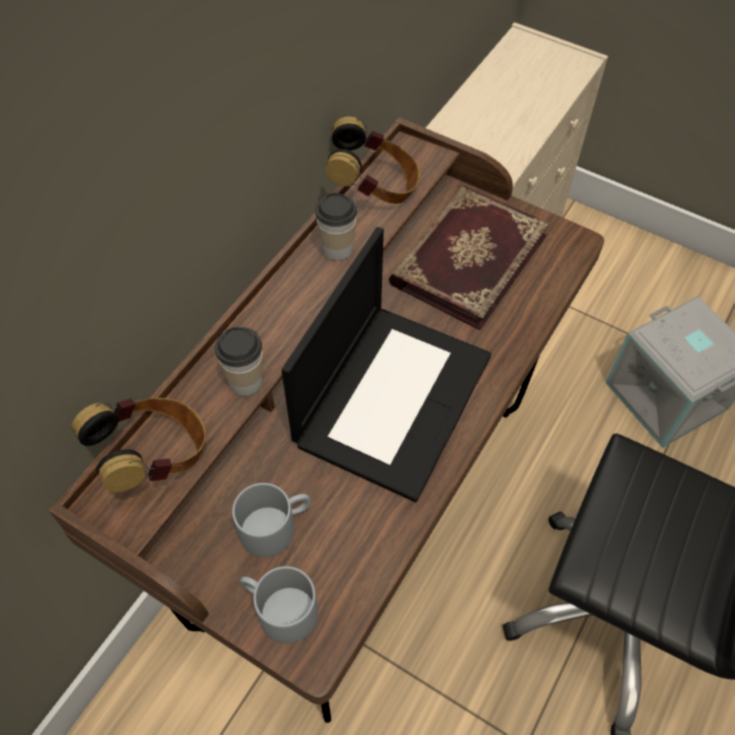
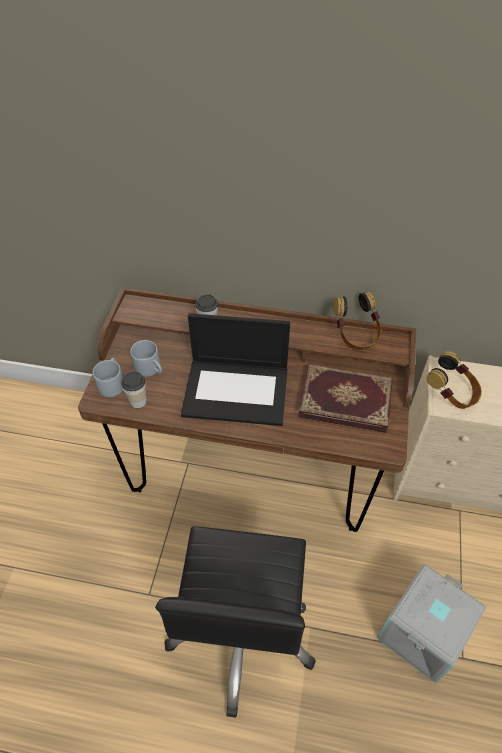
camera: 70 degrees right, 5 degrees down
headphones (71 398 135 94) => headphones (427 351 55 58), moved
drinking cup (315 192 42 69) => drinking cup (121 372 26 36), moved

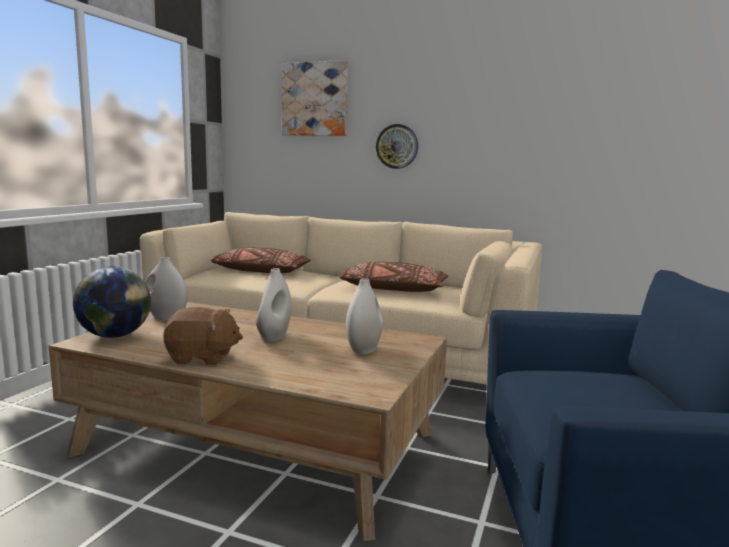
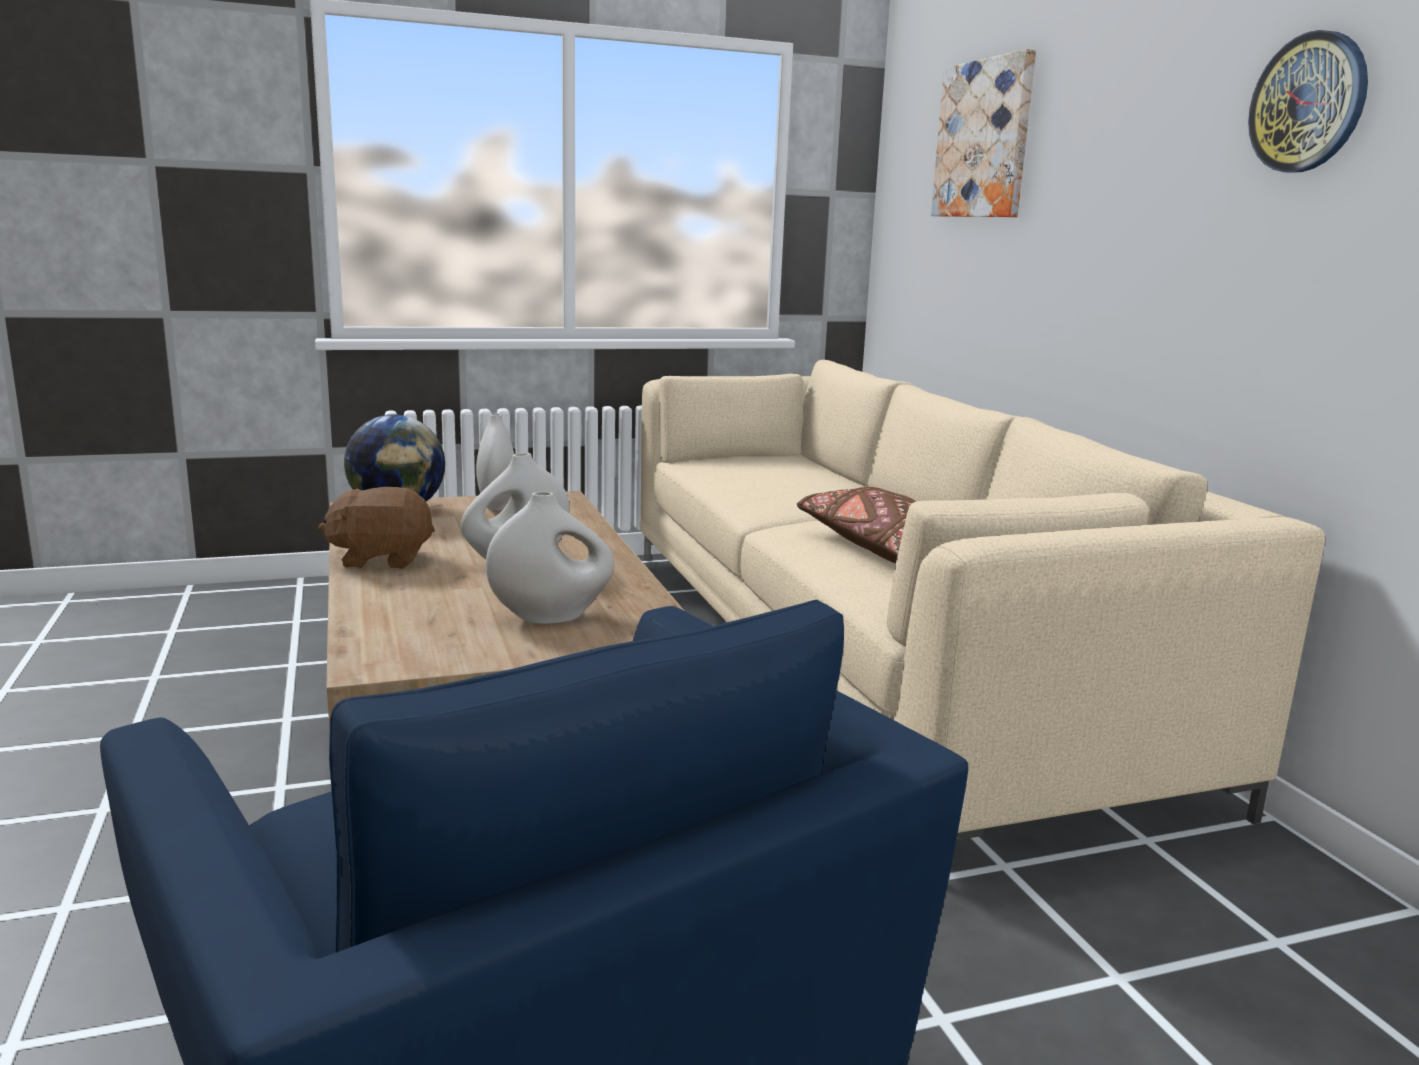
camera: 50 degrees right, 5 degrees up
brown-coloured throw pillow (211 247 100 26) => nothing
hanging clock (376 124 42 45) => hanging clock (1248 30 120 143), moved
brown-coloured soft toy (163 307 80 58) => brown-coloured soft toy (318 487 117 82), 120 degrees clockwise

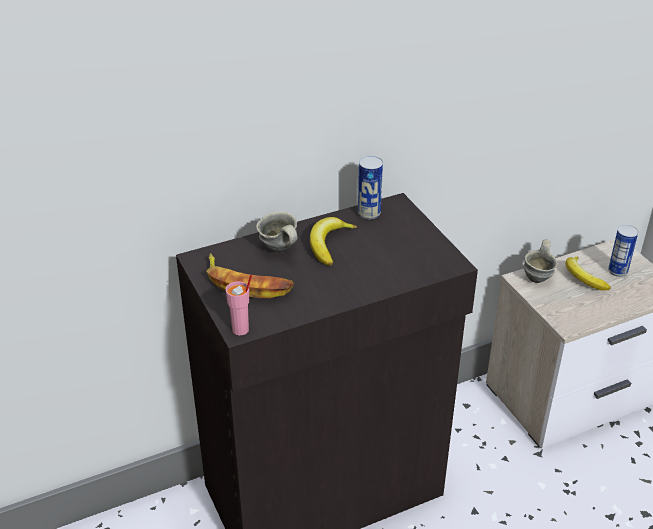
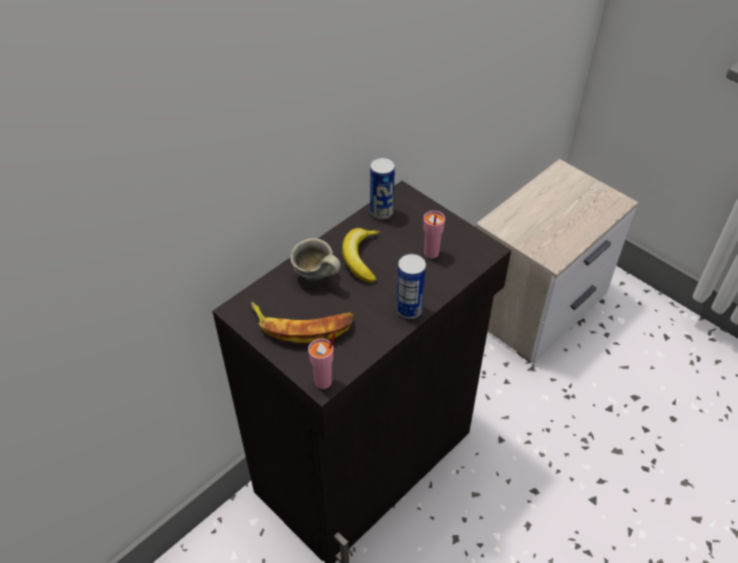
camera: 20 degrees left, 10 degrees up
grey coffee mug (524 239 34 44) => nothing
whole banana (566 257 45 34) => nothing
nothing => pinkish drinking cup (423 211 22 47)
metal can (608 225 30 52) => metal can (396 254 30 65), moved

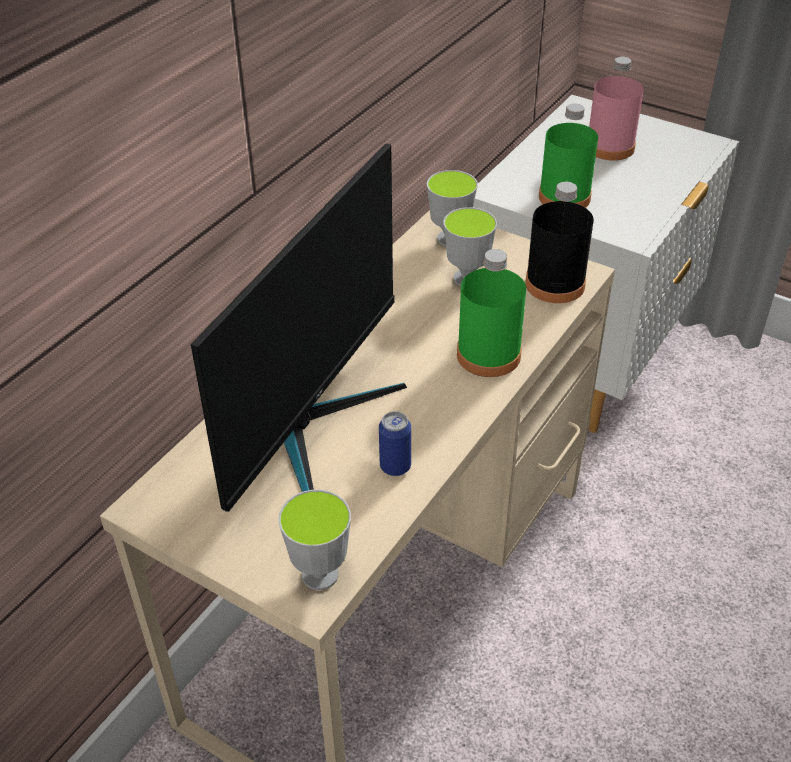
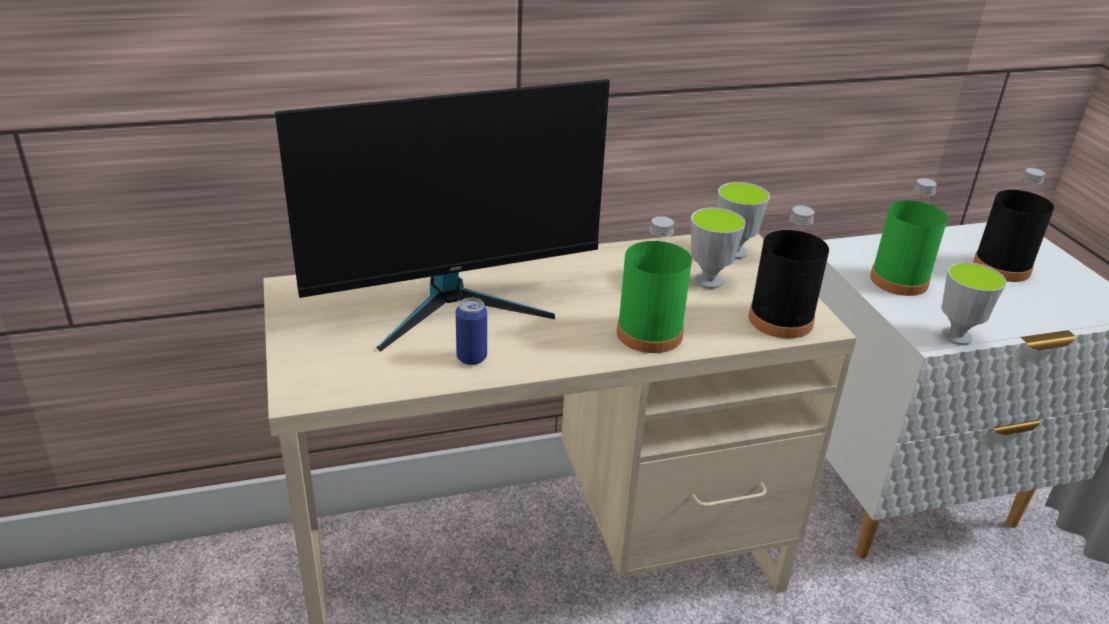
camera: 40 degrees right, 10 degrees down
drinking cup (278 490 73 100) => drinking cup (941 262 66 83), moved
pinkish bottle (589 57 55 103) => black-coloured bottle (973 168 81 114)

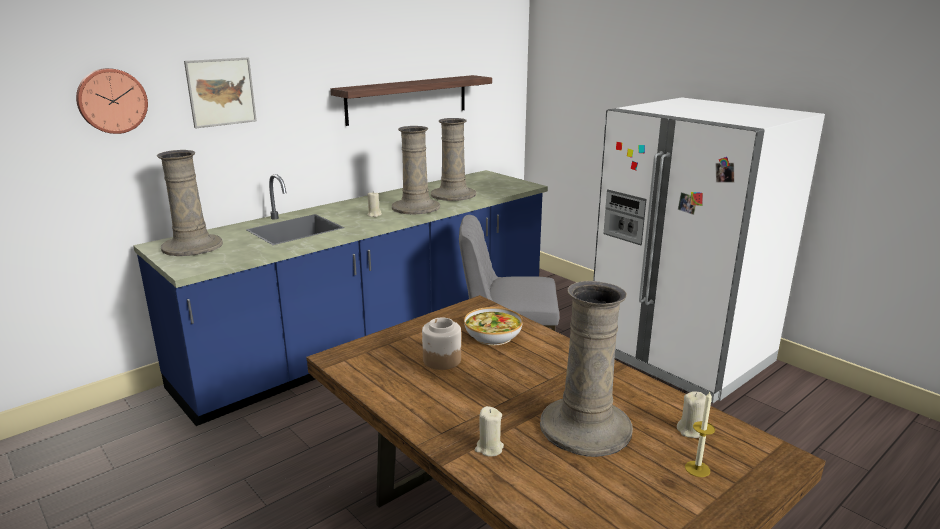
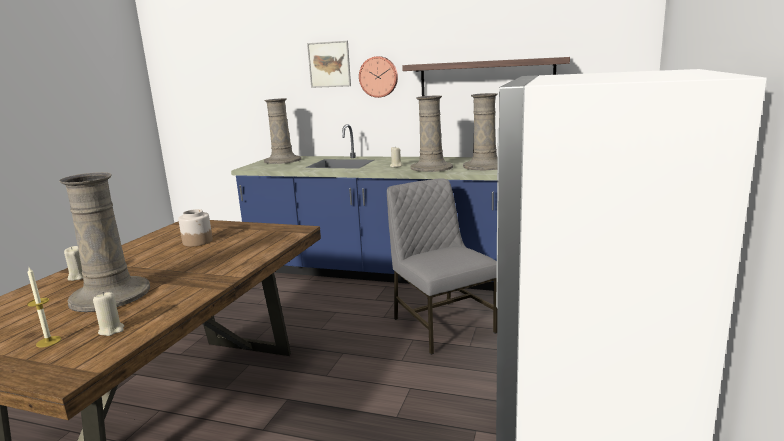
camera: 60 degrees right, 5 degrees down
bowl (464 307 59 38) => nothing
hanging clock (76 68 72 66) => hanging clock (359 56 39 42), moved

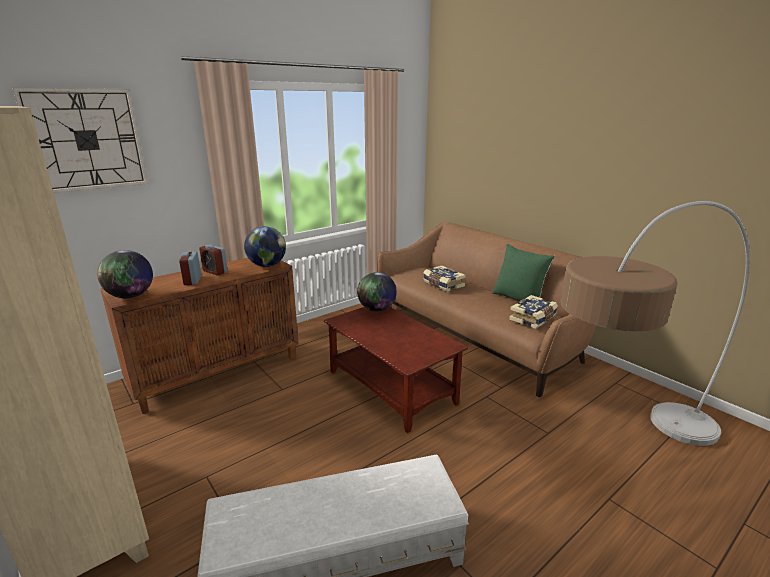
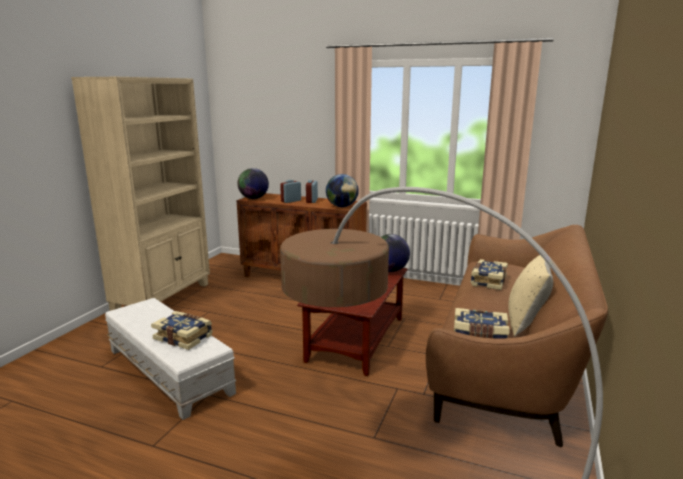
camera: 60 degrees right, 5 degrees down
hanging clock (12 87 136 106) => nothing
nothing => book (151 311 62 39)
green-coloured throw pillow (492 244 63 57) => sand-coloured throw pillow (508 255 45 81)

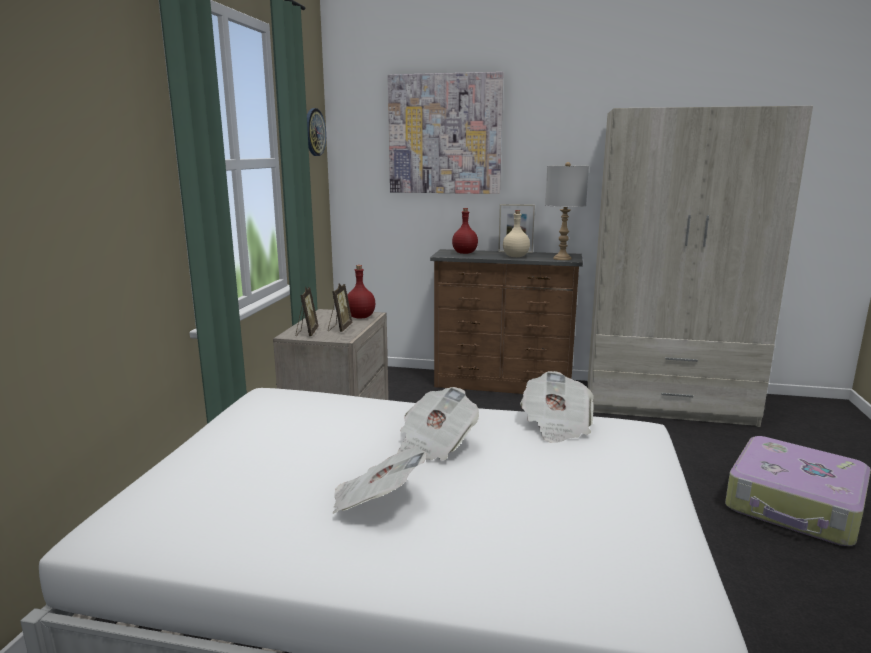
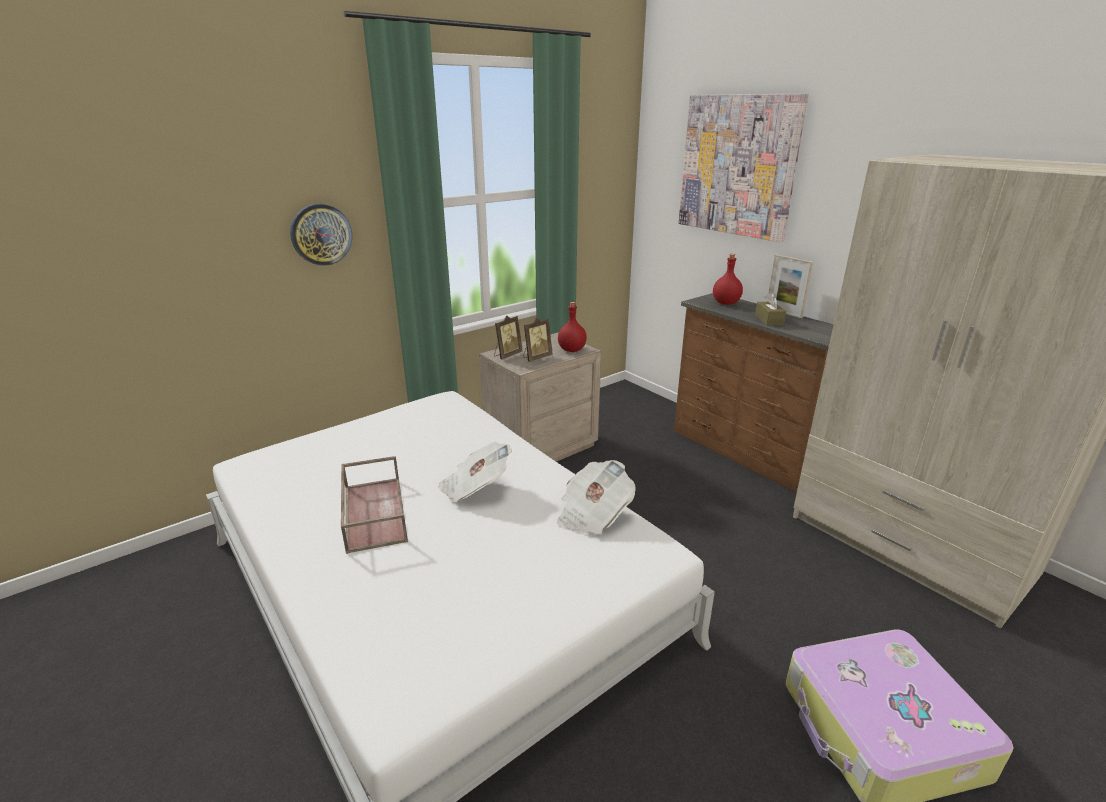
camera: 40 degrees right, 10 degrees up
grey table lamp (545 162 44 98) => nothing
hanging clock (307 108 19 48) => hanging clock (290 204 62 62), moved
newspaper (332 446 94 68) => brown-coloured tray (341 456 67 98)
sand-coloured bottle (503 210 27 47) => brown-coloured tissue holder (755 293 31 32)

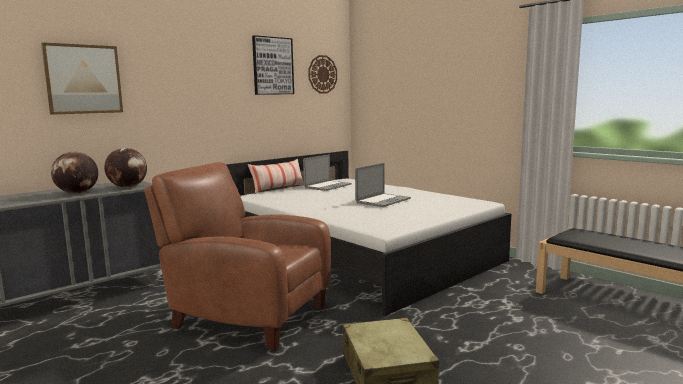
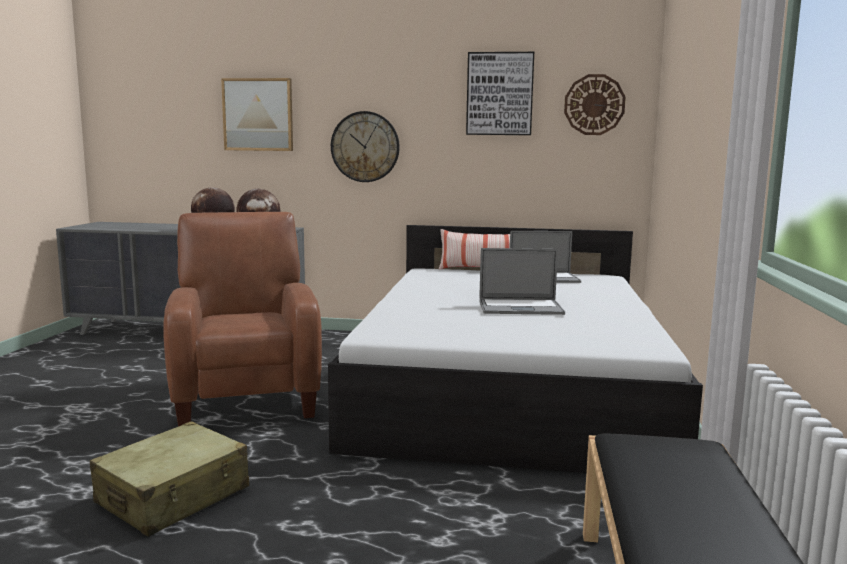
camera: 50 degrees right, 0 degrees up
nothing => hanging clock (331 111 69 71)

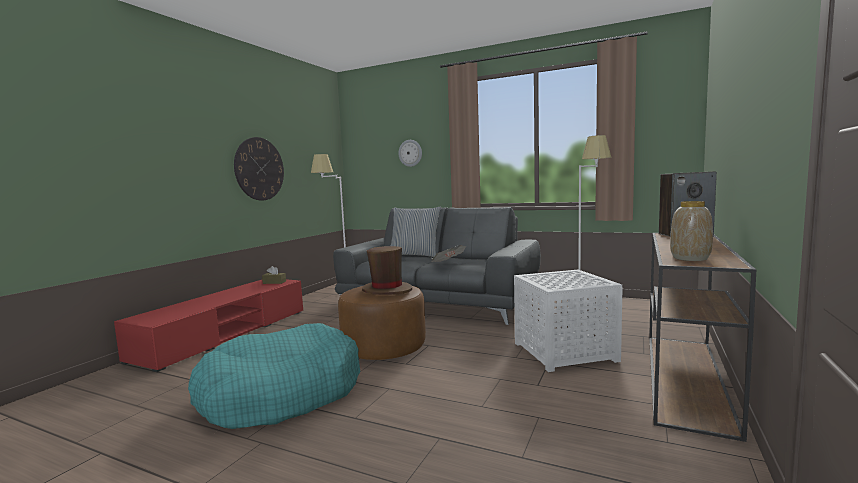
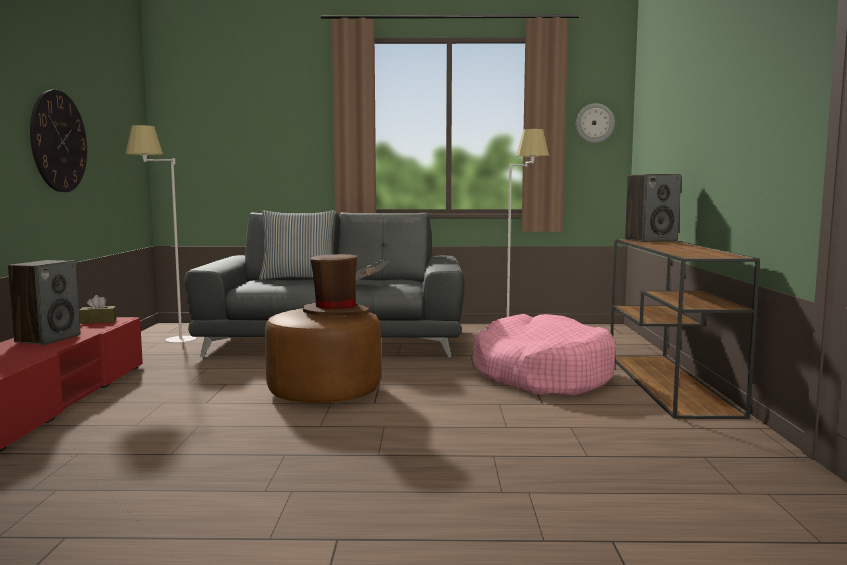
camera: 25 degrees left, 0 degrees up
turquoise-coloured dog cushion (188 323 173 106) => nothing
vase (670 201 43 60) => nothing
nothing => speaker (8 260 73 85)
hanging clock (398 140 24 27) => hanging clock (576 103 39 40), moved
white end table (514 270 109 102) => pinkish dog cushion (473 314 143 82)

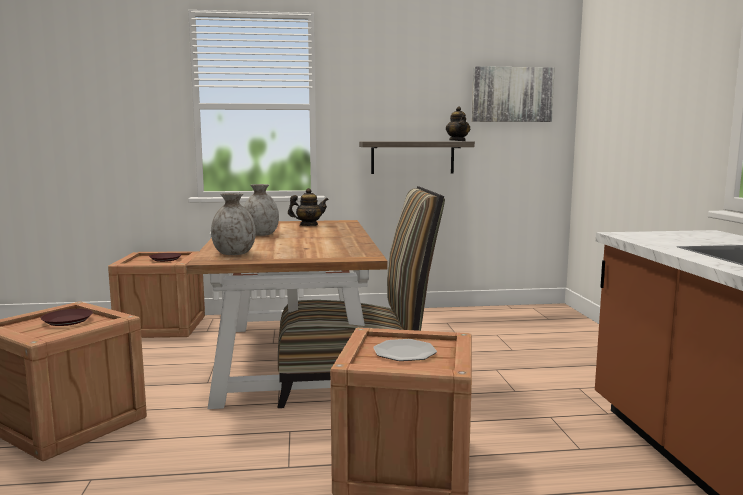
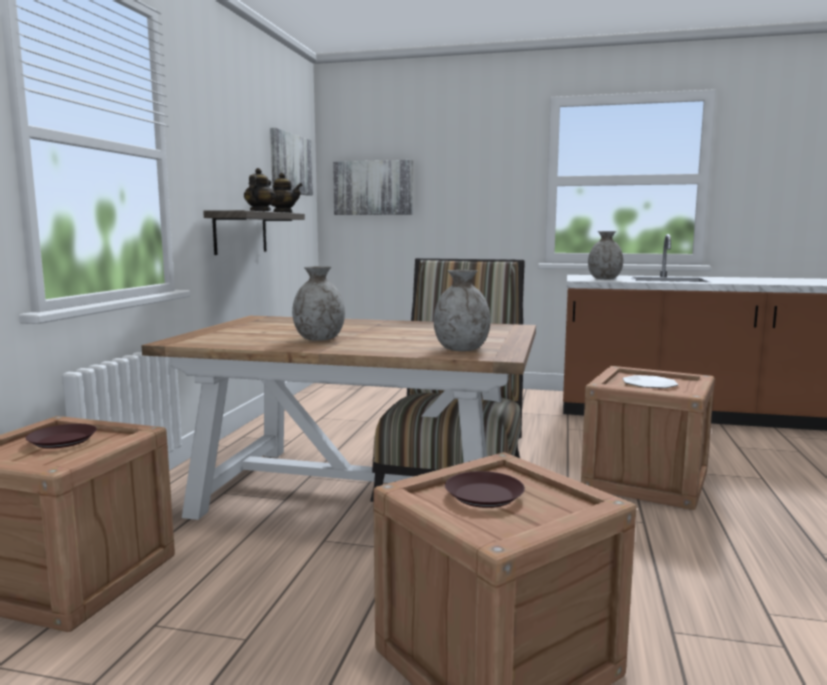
camera: 70 degrees left, 0 degrees up
nothing => wall art (333 160 80 55)
nothing => grey vase (588 231 35 48)
tea pot (288 188 41 38) => tea pot (244 168 31 43), moved

